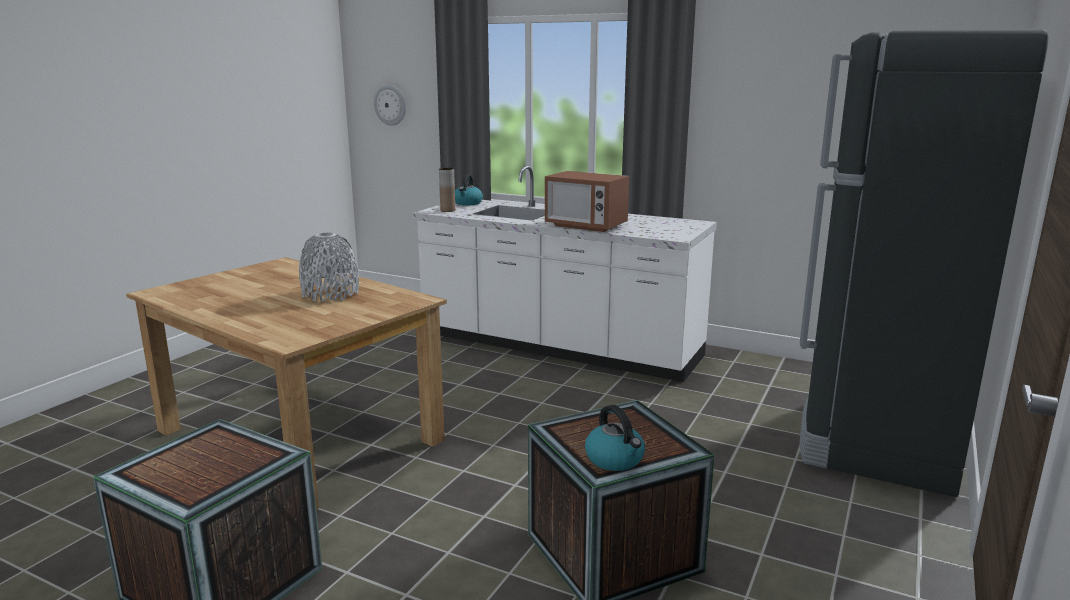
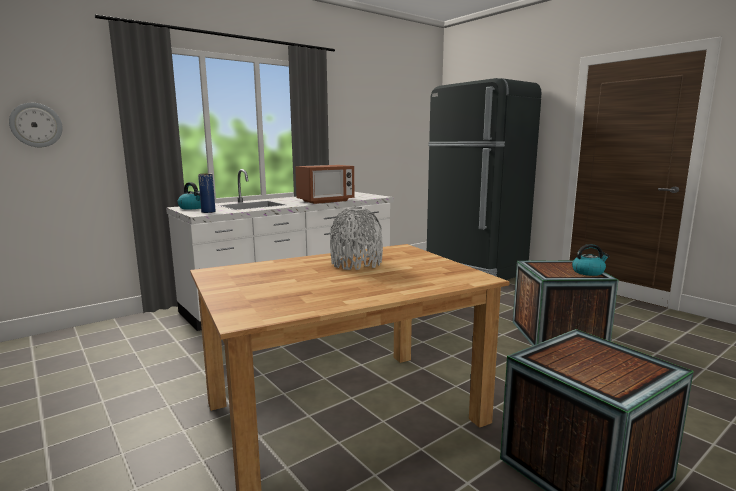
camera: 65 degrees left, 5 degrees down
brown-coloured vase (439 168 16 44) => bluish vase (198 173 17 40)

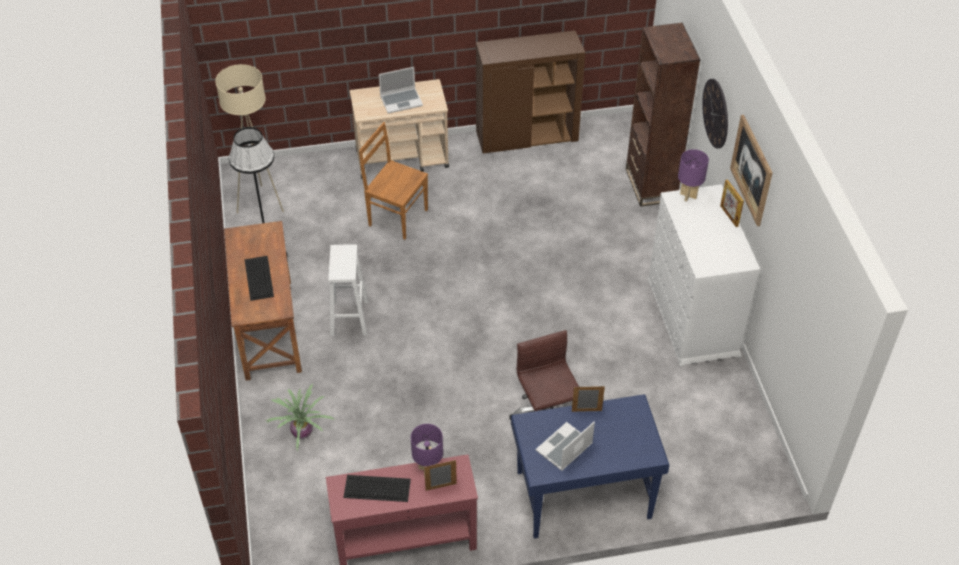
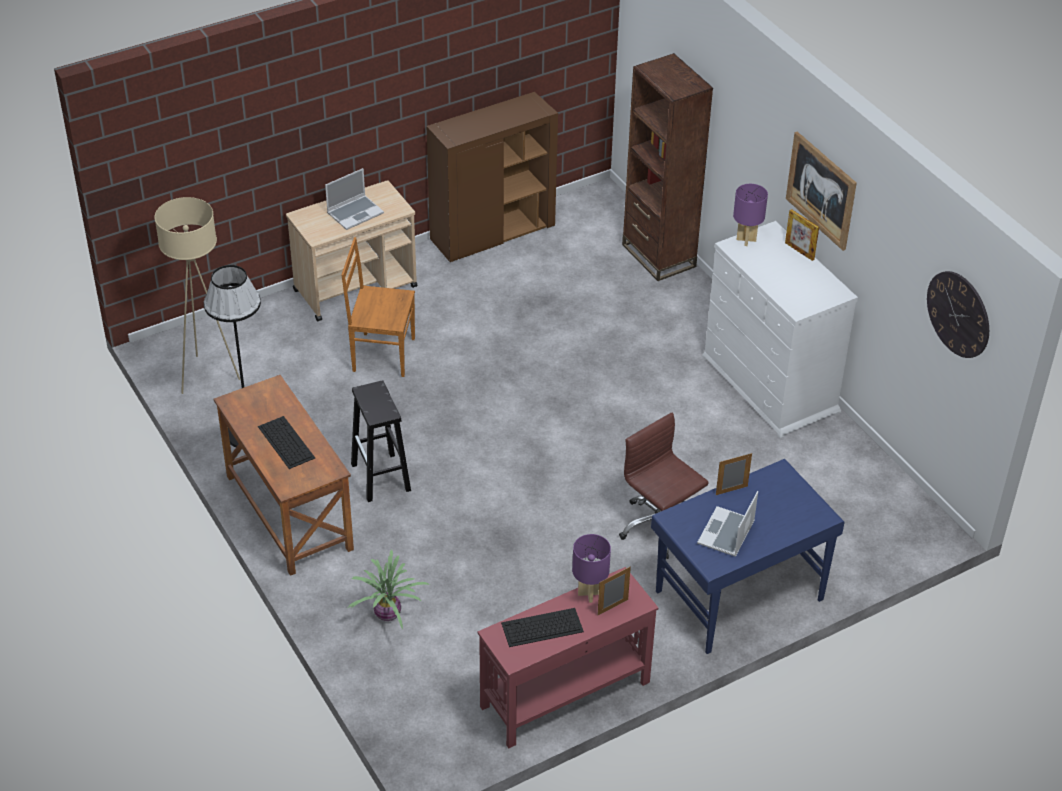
camera: 20 degrees left, 5 degrees down
hanging clock (702 79 26 70) => hanging clock (927 271 62 87), moved
white sitting stool (328 244 40 92) => black-coloured sitting stool (351 380 60 122)

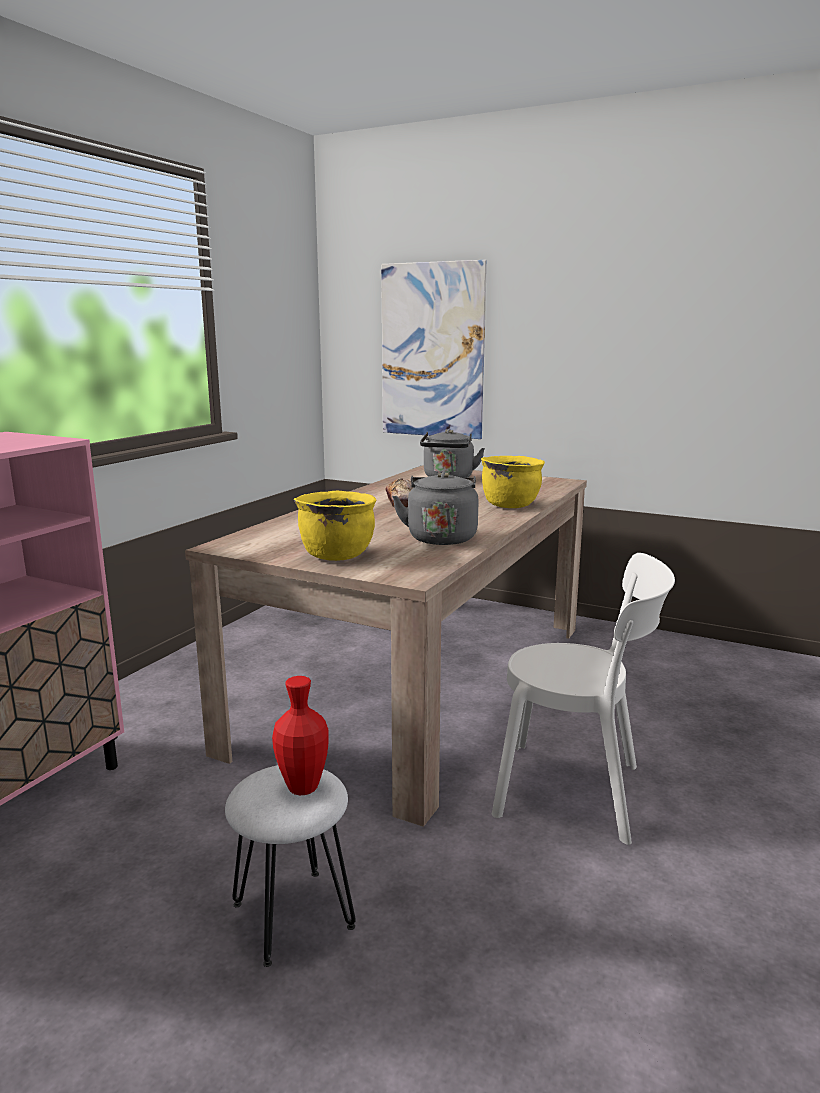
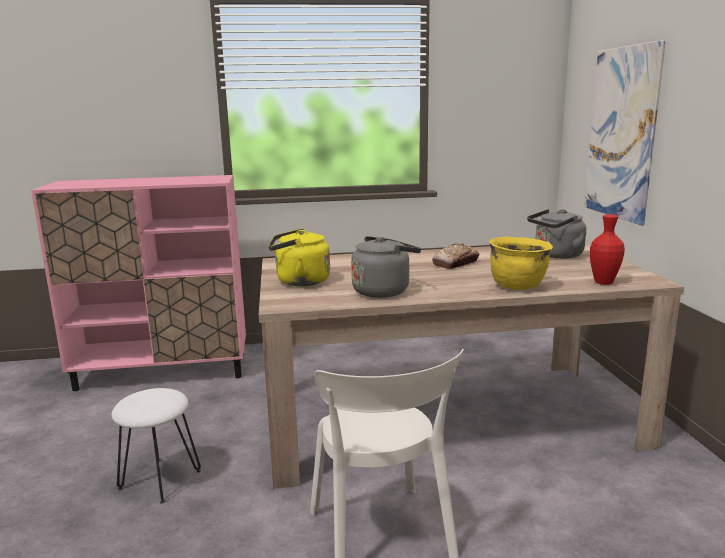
camera: 55 degrees right, 0 degrees up
red vase (272 676 57 119) => red vase (590 214 35 71), moved
yellowish stockpot (294 491 83 70) => yellowish kettle (268 229 62 57)

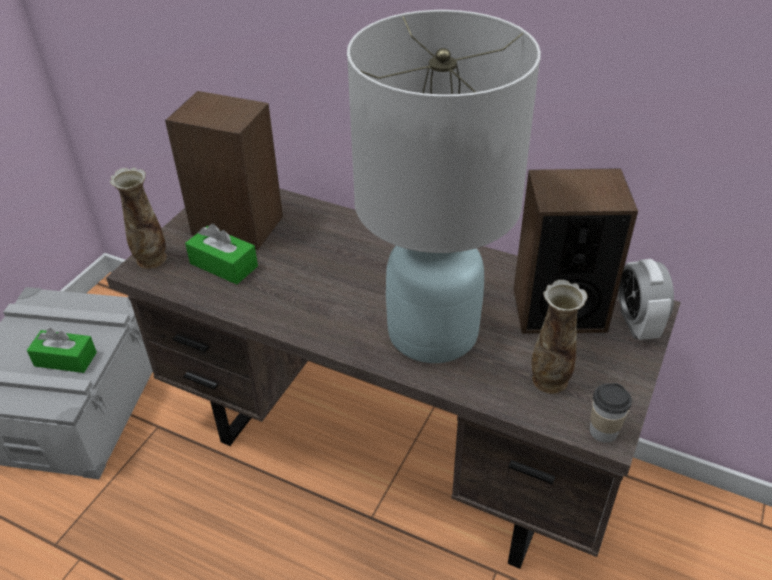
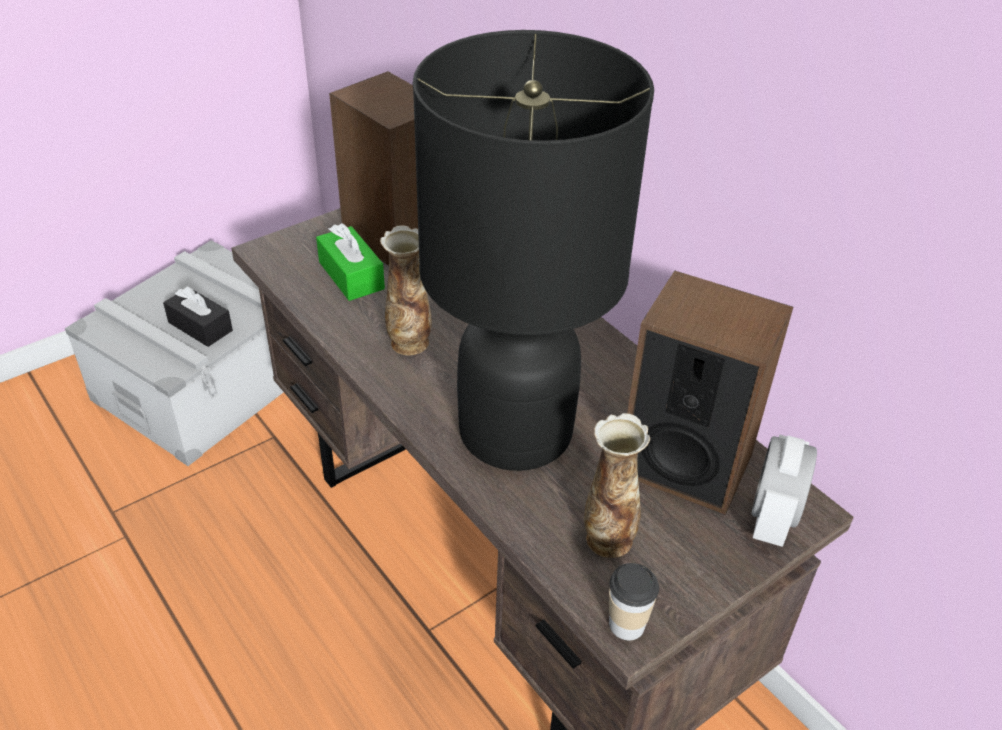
camera: 25 degrees right, 0 degrees up
vase (110 167 57 102) => vase (380 225 52 131), moved
green-coloured tissue holder (27 328 70 45) => black-coloured tissue holder (163 287 70 60)
white table lamp (347 10 194 353) => black-coloured table lamp (413 30 241 441)

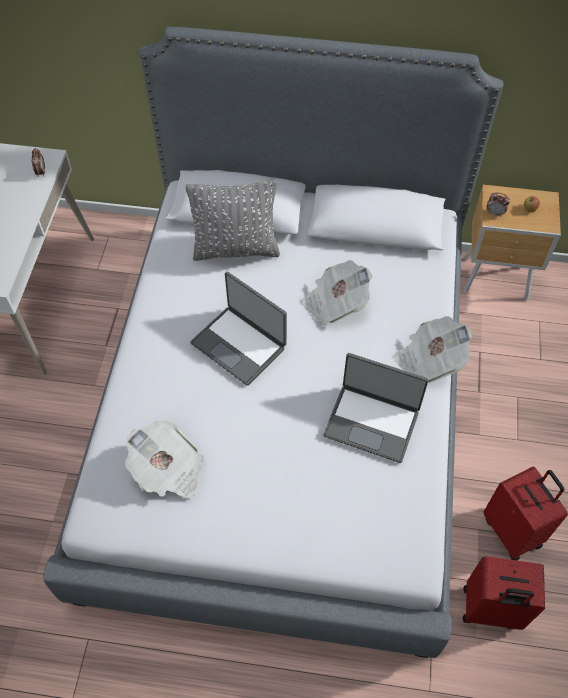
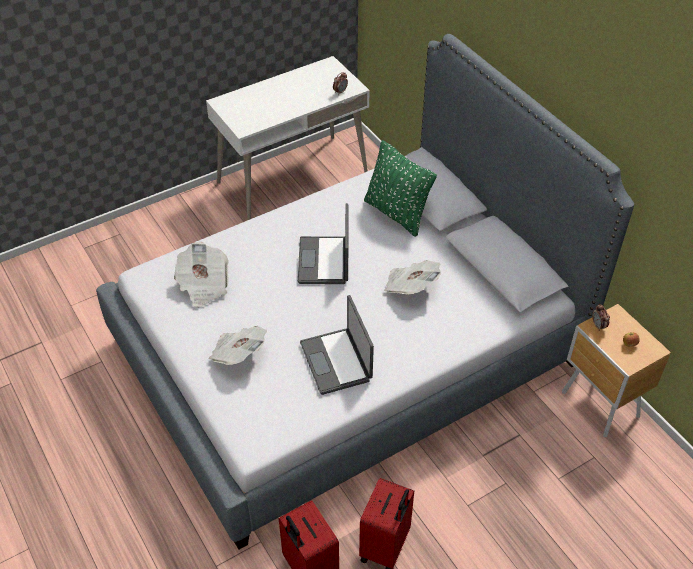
camera: 50 degrees right, 10 degrees down
newspaper (395 316 78 67) => newspaper (209 326 58 39), moved
grey throw pillow (186 180 94 81) => green-coloured throw pillow (364 140 73 96)

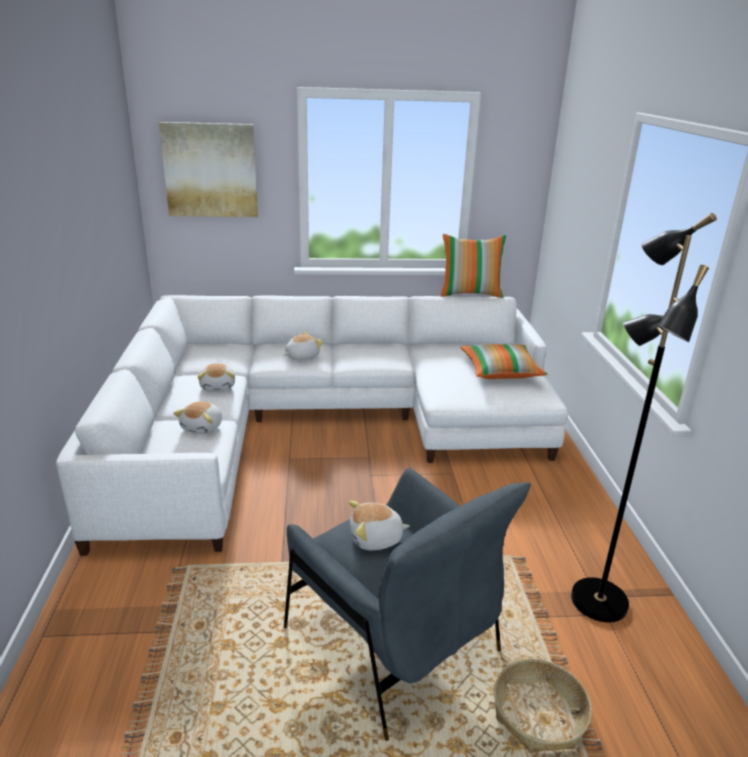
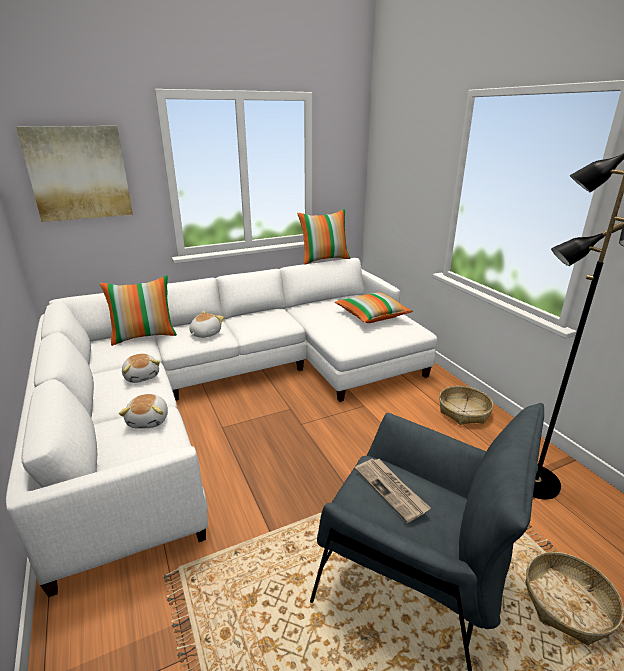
camera: 20 degrees left, 0 degrees up
nothing => throw pillow (100 275 77 71)
nothing => storage basket (439 386 54 39)
soft toy (348 501 62 49) => newspaper (355 459 76 64)

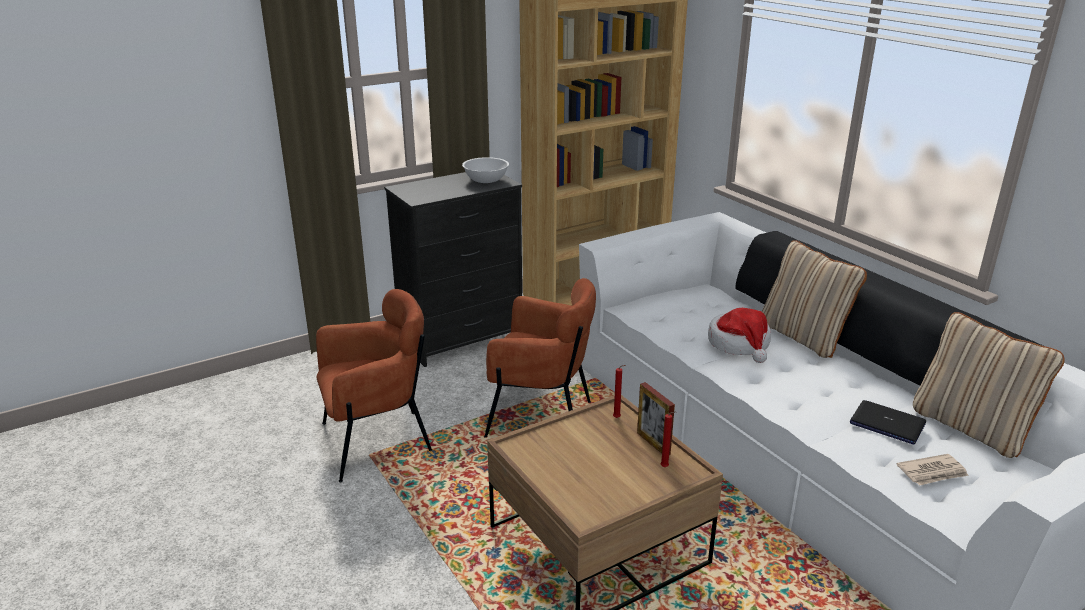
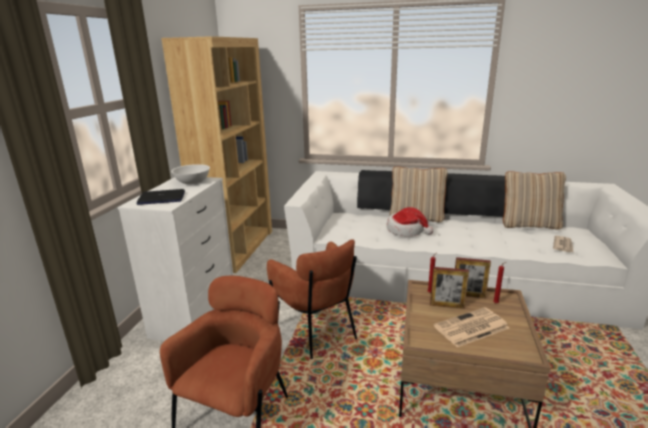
camera: 45 degrees left, 5 degrees down
nothing => picture frame (430 267 39 42)
nothing => newspaper (434 307 75 40)
laptop (850 400 76 44) => laptop (136 189 49 16), moved
black-coloured dresser (384 172 138 195) => white dresser (117 177 116 164)
brown-coloured lounge chair (484 278 112 160) => brown-coloured lounge chair (267 239 90 120), 90 degrees clockwise

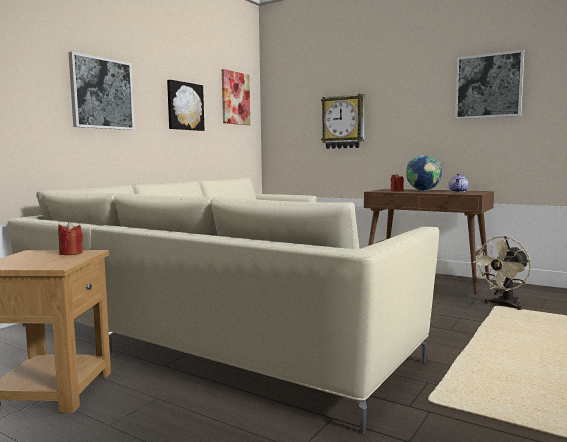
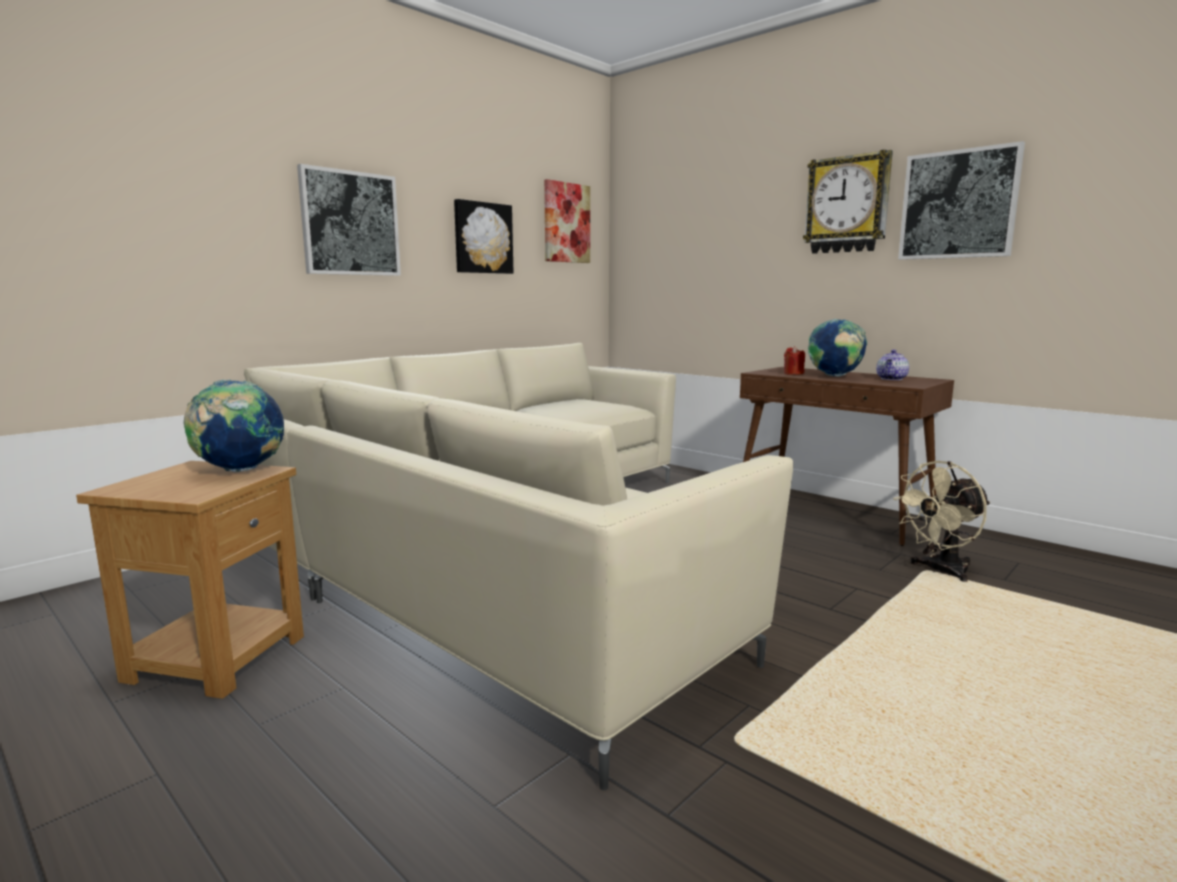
camera: 10 degrees right, 5 degrees up
hanging clock (321 94 44 55) => hanging clock (803 150 90 104), moved
red candle (58 222 25 33) => globe (184 379 100 94)

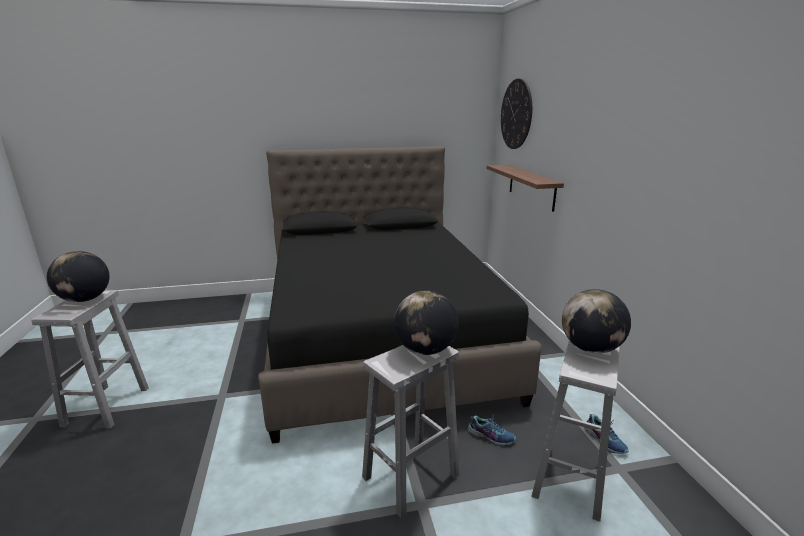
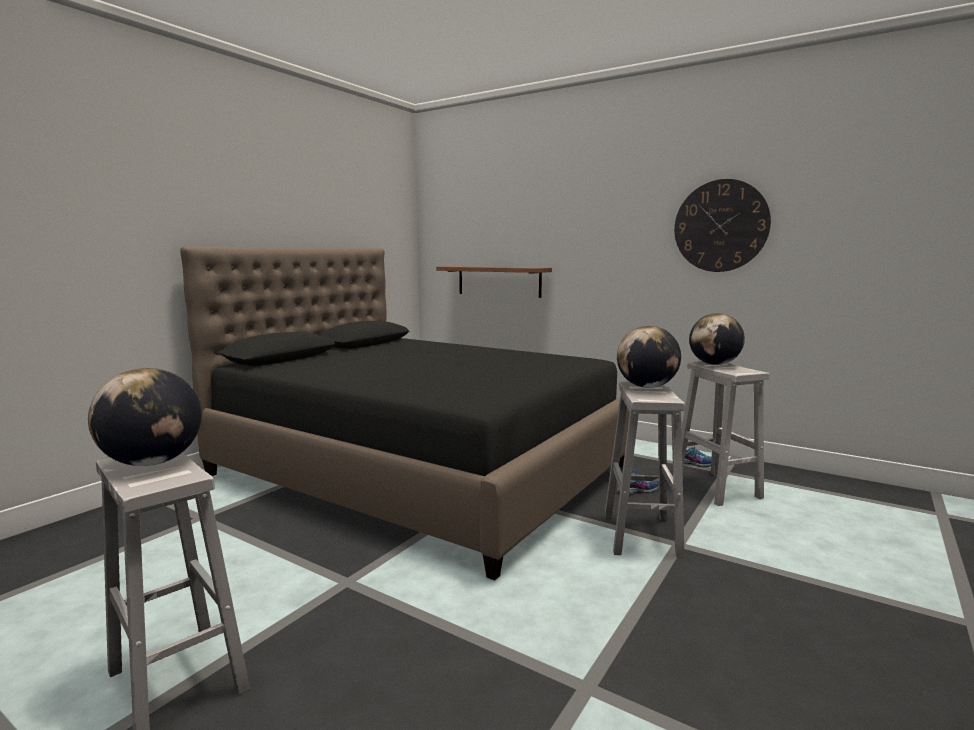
camera: 45 degrees left, 10 degrees down
hanging clock (501 79 31 70) => hanging clock (674 179 97 93), moved

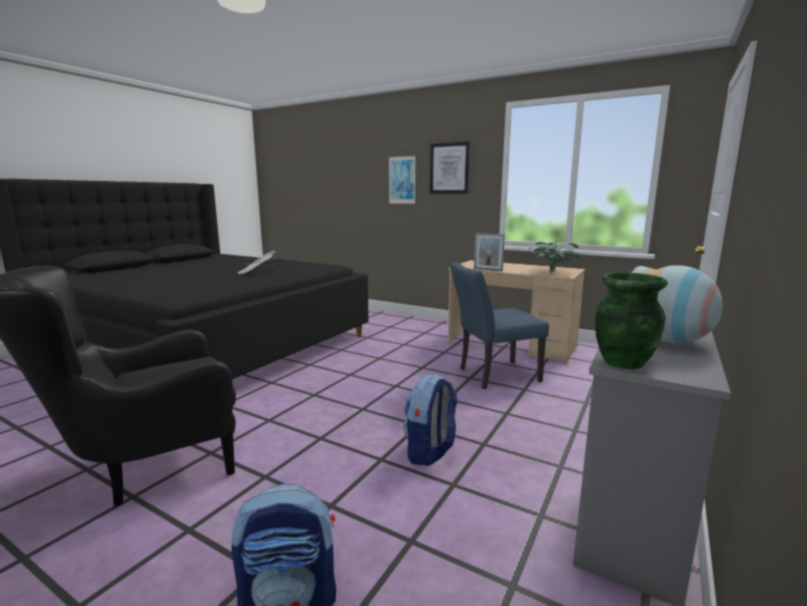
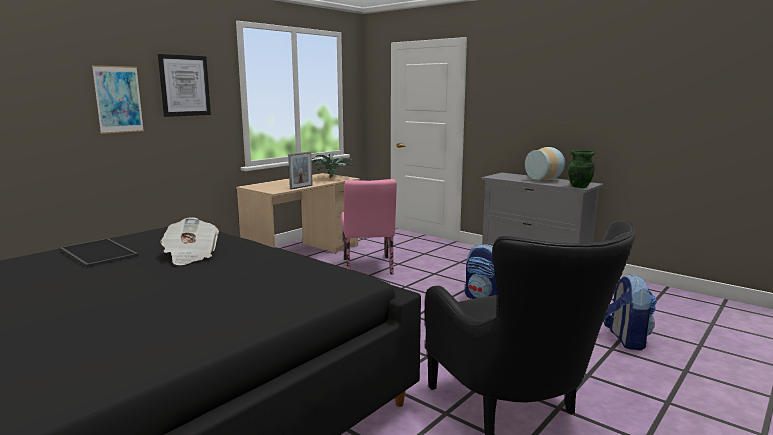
camera: 80 degrees left, 0 degrees up
bluish upright chair (450 263 99 126) => pinkish upright chair (341 179 56 96)

